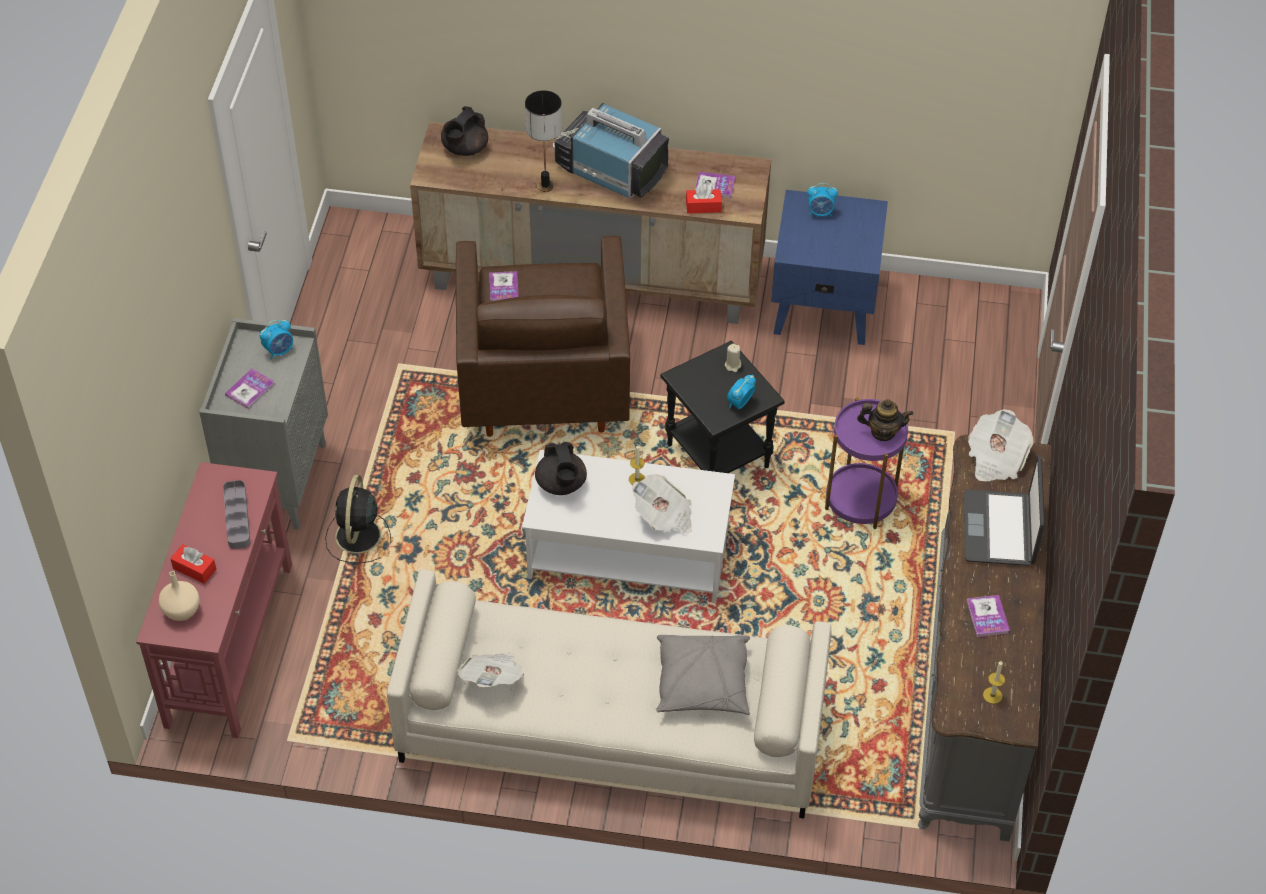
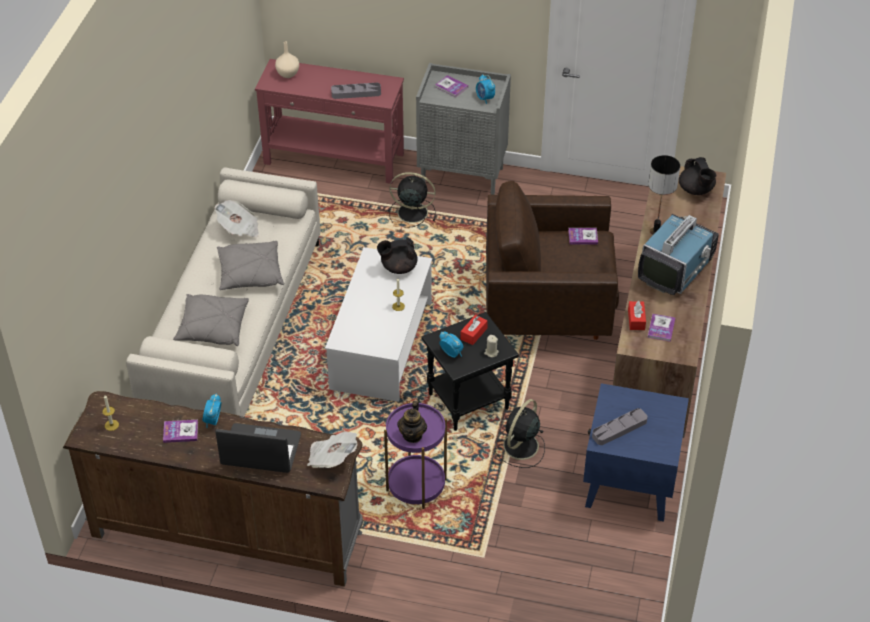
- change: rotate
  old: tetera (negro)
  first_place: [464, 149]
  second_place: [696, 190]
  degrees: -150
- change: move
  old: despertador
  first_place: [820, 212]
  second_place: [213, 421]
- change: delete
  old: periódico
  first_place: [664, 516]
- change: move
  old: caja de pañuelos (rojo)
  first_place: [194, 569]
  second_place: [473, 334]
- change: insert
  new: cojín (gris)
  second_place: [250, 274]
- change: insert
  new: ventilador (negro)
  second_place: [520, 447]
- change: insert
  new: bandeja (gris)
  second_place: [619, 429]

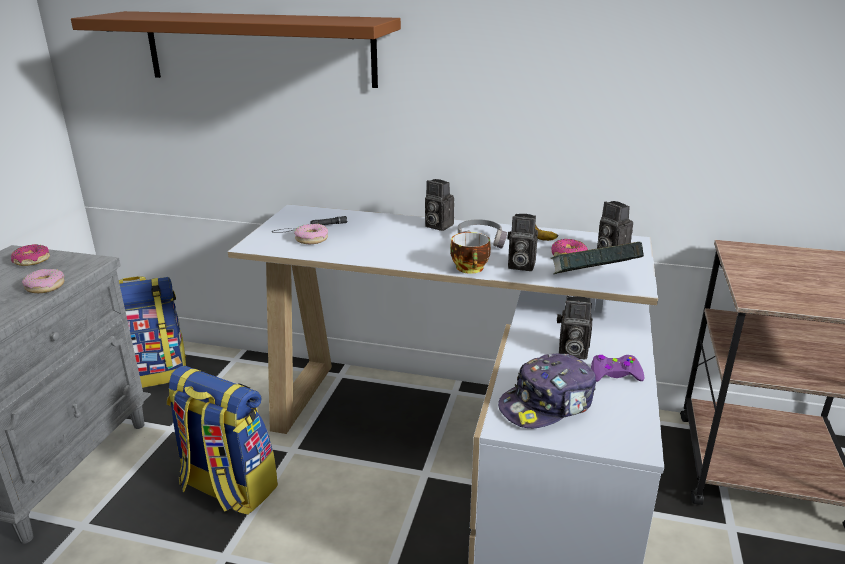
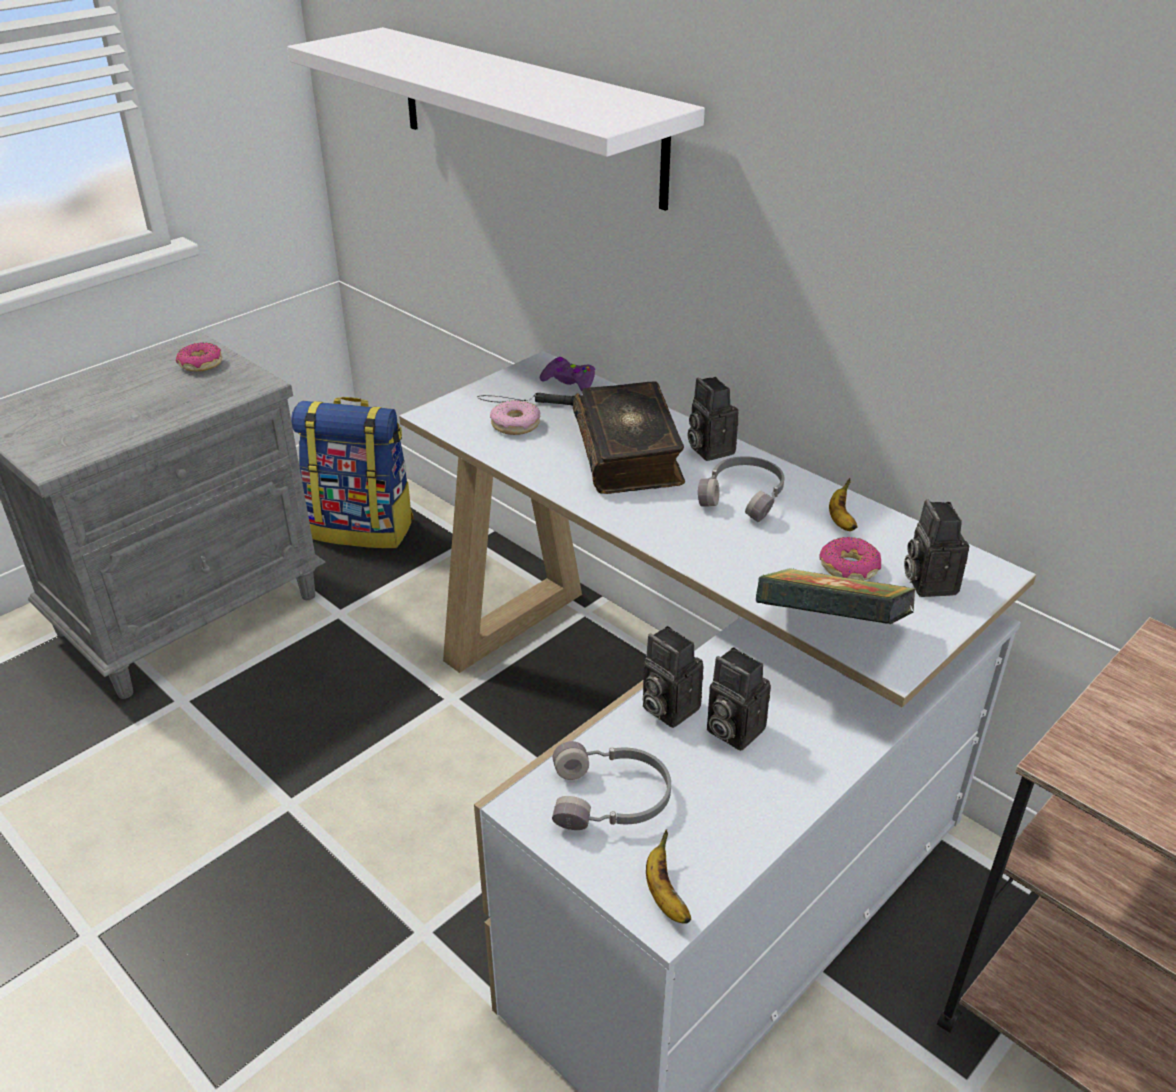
- change: recolor
  old: estante (marrón)
  new: estante (blanco)
  first_place: [259, 48]
  second_place: [527, 115]
- change: move
  old: cámara
  first_place: [519, 266]
  second_place: [666, 707]
- change: delete
  old: taza
  first_place: [471, 268]
- change: delete
  old: rosquilla
  first_place: [45, 286]
- change: replace
  old: gorra
  new: auriculares (gris)
  first_place: [547, 404]
  second_place: [611, 799]
- change: move
  old: mando de consola (morado)
  first_place: [614, 374]
  second_place: [569, 381]
- change: delete
  old: mochila
  first_place: [227, 488]
- change: insert
  new: libro
  second_place: [629, 453]
- change: insert
  new: plátano
  second_place: [664, 895]

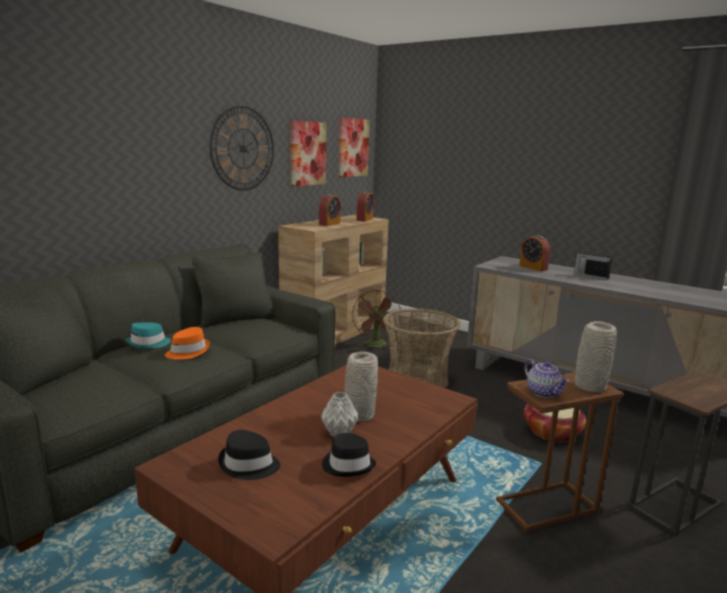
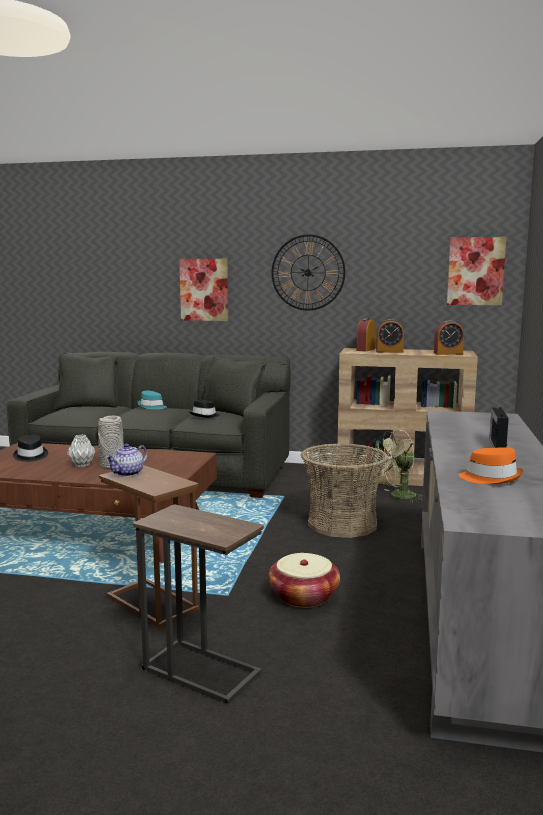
- change: move
  old: cuadro
  first_place: [307, 153]
  second_place: [204, 289]
- change: move
  old: despertador
  first_place: [533, 268]
  second_place: [365, 349]
- change: recolor
  old: ventilador (marrón)
  new: ventilador (verde)
  first_place: [376, 346]
  second_place: [398, 496]
- change: delete
  old: florero (gris)
  first_place: [589, 386]
- change: move
  old: sombrero (naranja)
  first_place: [188, 351]
  second_place: [491, 478]
- change: move
  old: sombrero (negro)
  first_place: [348, 464]
  second_place: [205, 416]

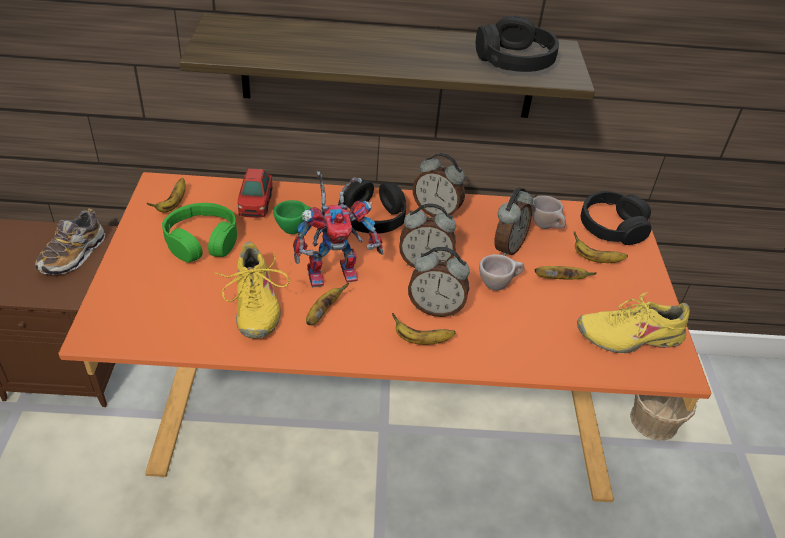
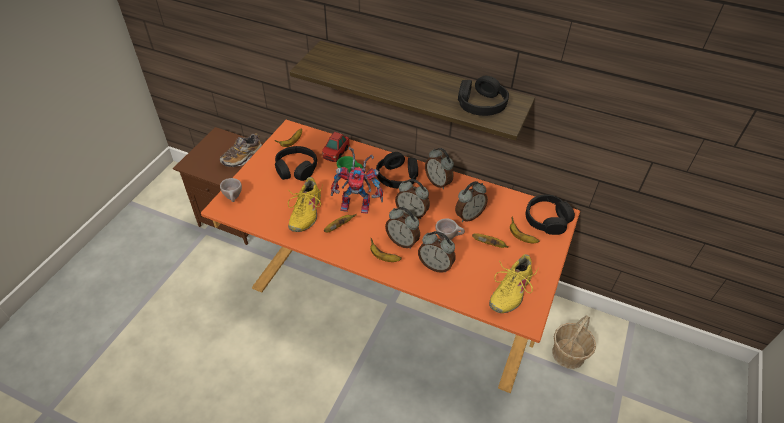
- change: move
  old: taza (beis)
  first_place: [546, 226]
  second_place: [234, 198]
- change: recolor
  old: auriculares (verde)
  new: auriculares (negro)
  first_place: [202, 241]
  second_place: [296, 168]
- change: rotate
  old: zapato (amarillo)
  first_place: [629, 336]
  second_place: [510, 291]
  degrees: -75
- change: insert
  new: despertador
  second_place: [435, 265]

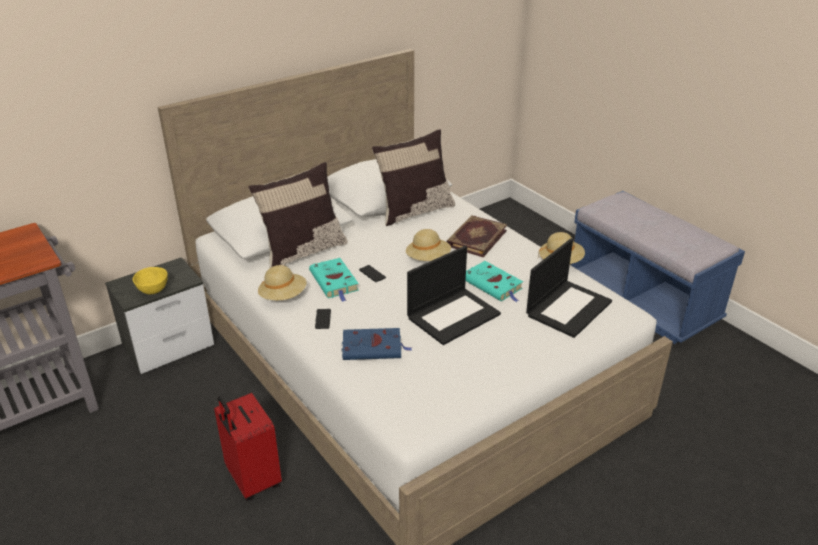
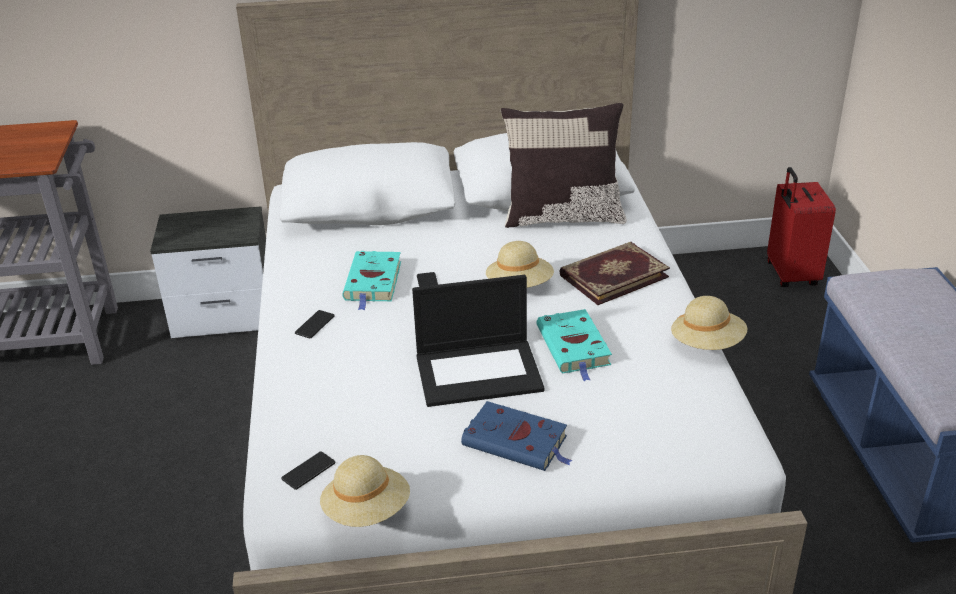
- change: delete
  old: cojín
  first_place: [303, 251]
- change: delete
  old: portátil
  first_place: [568, 308]
- change: move
  old: sombrero (beis)
  first_place: [283, 296]
  second_place: [367, 511]
- change: delete
  old: cuenco (amarillo)
  first_place: [153, 291]
- change: move
  old: libro (azul)
  first_place: [374, 348]
  second_place: [517, 442]
- change: move
  old: maleta (rojo)
  first_place: [252, 480]
  second_place: [790, 275]
- change: insert
  new: móvil
  second_place: [308, 471]

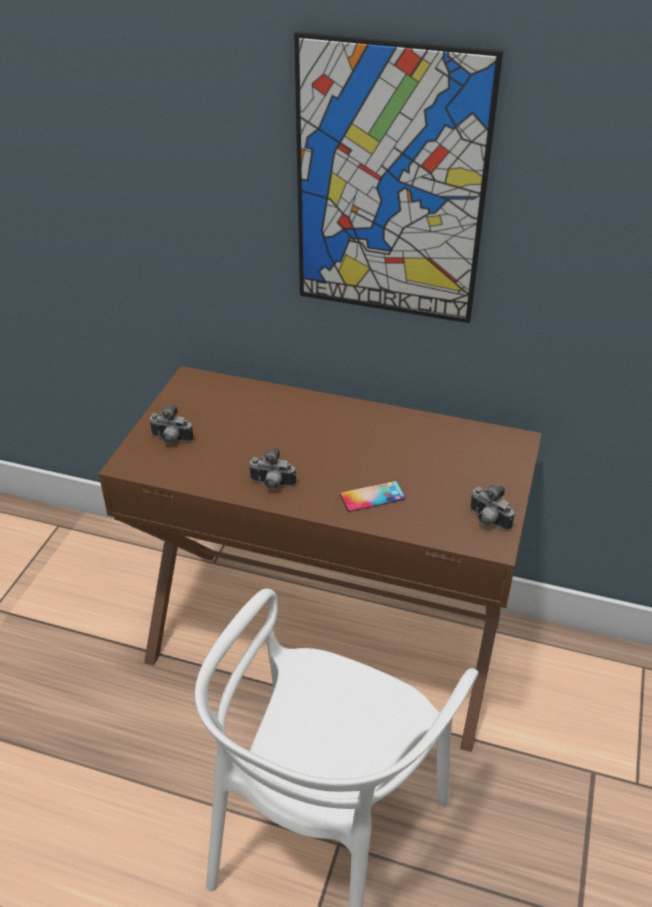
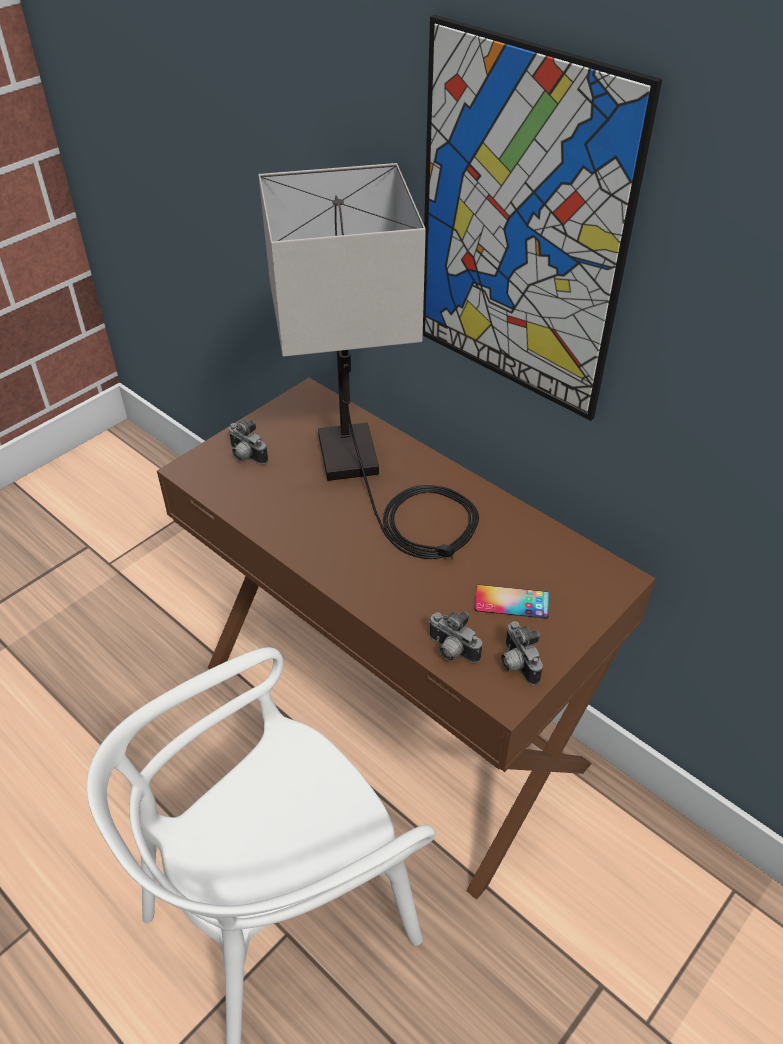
- change: move
  old: cámara
  first_place: [271, 485]
  second_place: [451, 651]
- change: move
  old: móvil
  first_place: [372, 496]
  second_place: [511, 602]
- change: insert
  new: lámpara de mesa
  second_place: [378, 484]

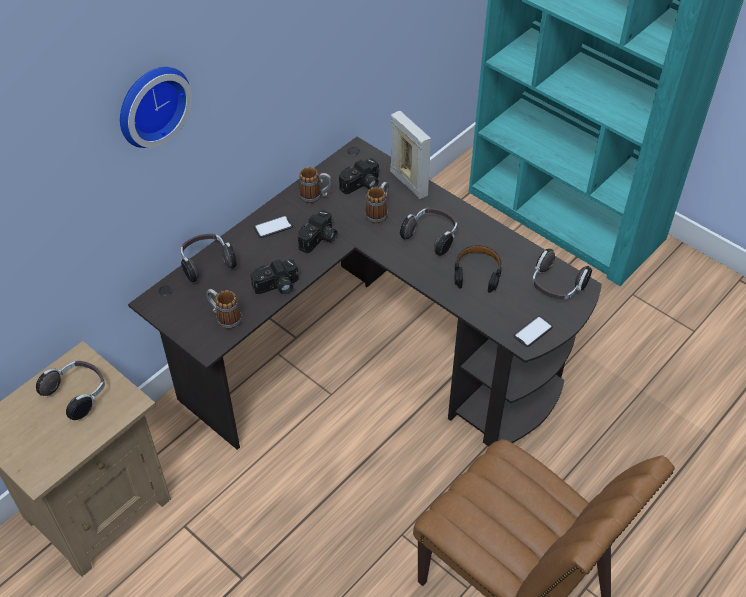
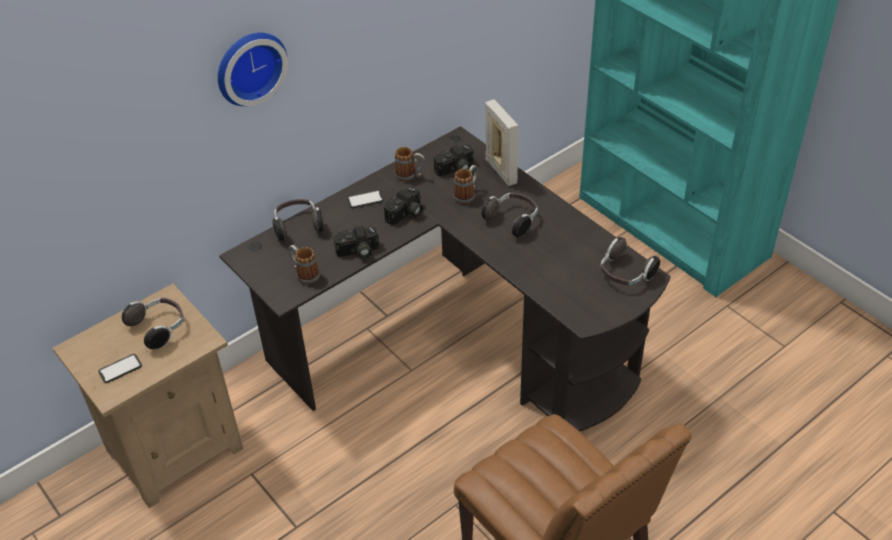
- change: delete
  old: auriculares (negro)
  first_place: [477, 272]
- change: move
  old: móvil
  first_place: [533, 331]
  second_place: [120, 369]

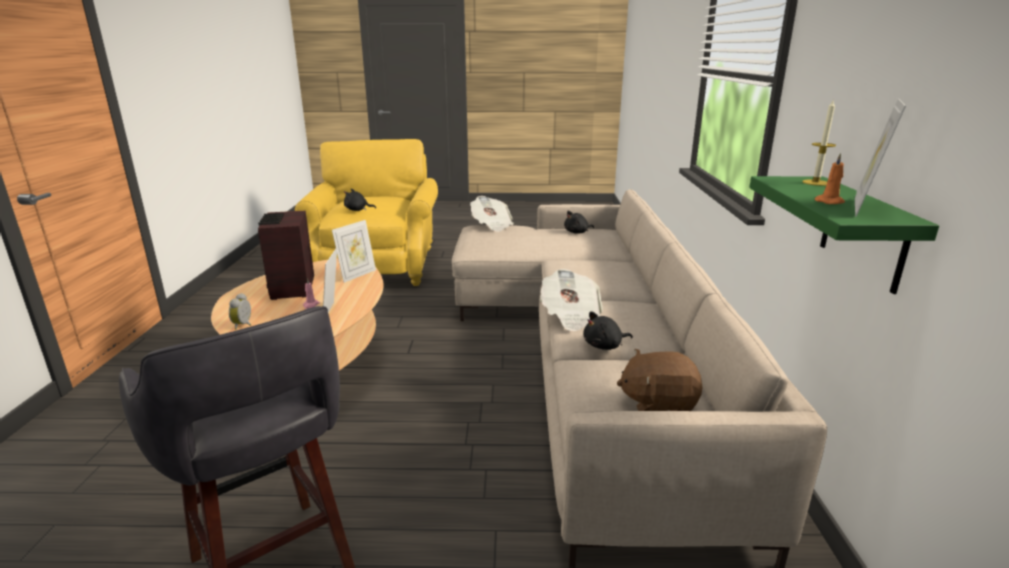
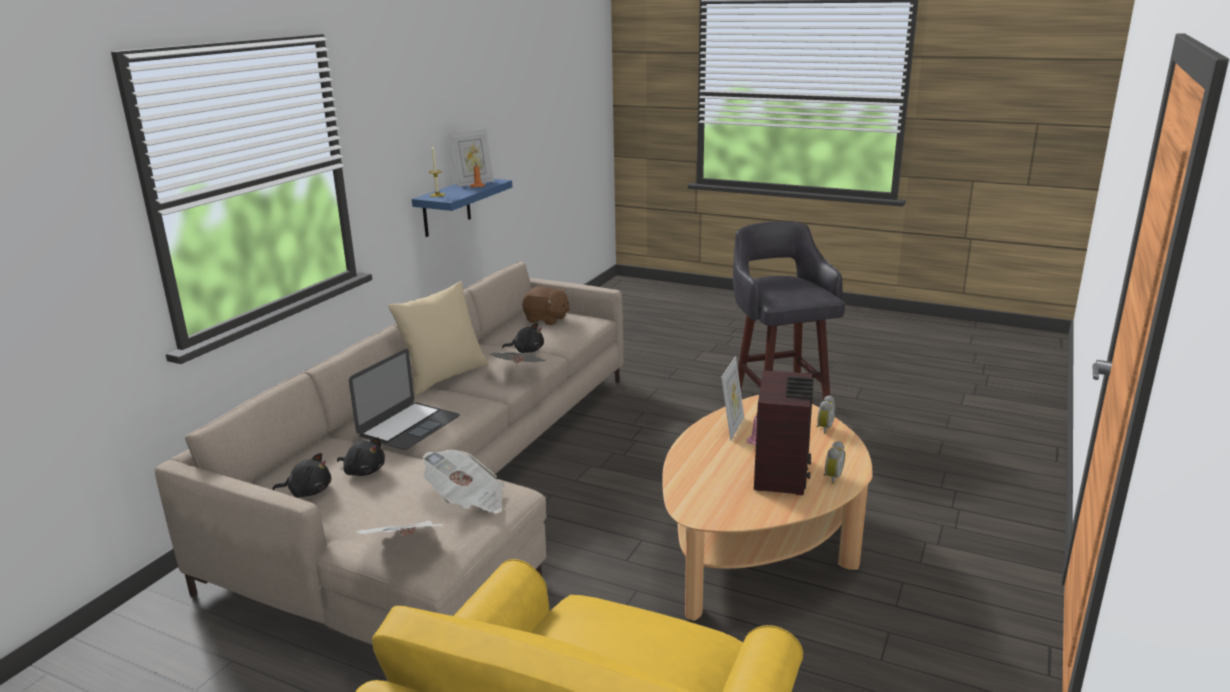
- change: recolor
  old: estante (verde)
  new: estante (azul)
  first_place: [863, 233]
  second_place: [446, 207]
- change: move
  old: peluche (negro)
  first_place: [357, 210]
  second_place: [363, 471]
- change: delete
  old: portarretratos
  first_place: [357, 275]
- change: insert
  new: cojín (beis)
  second_place: [444, 377]
- change: insert
  new: portátil
  second_place: [409, 426]
- change: insert
  new: despertador
  second_place: [831, 477]
- change: insert
  new: periódico
  second_place: [467, 500]

